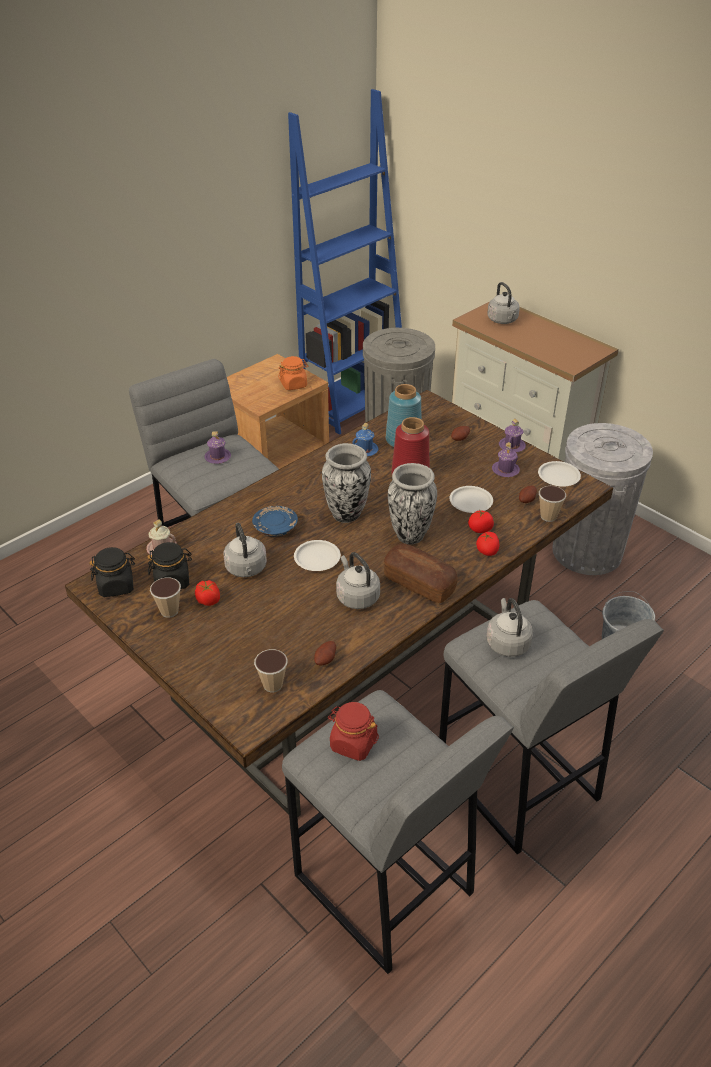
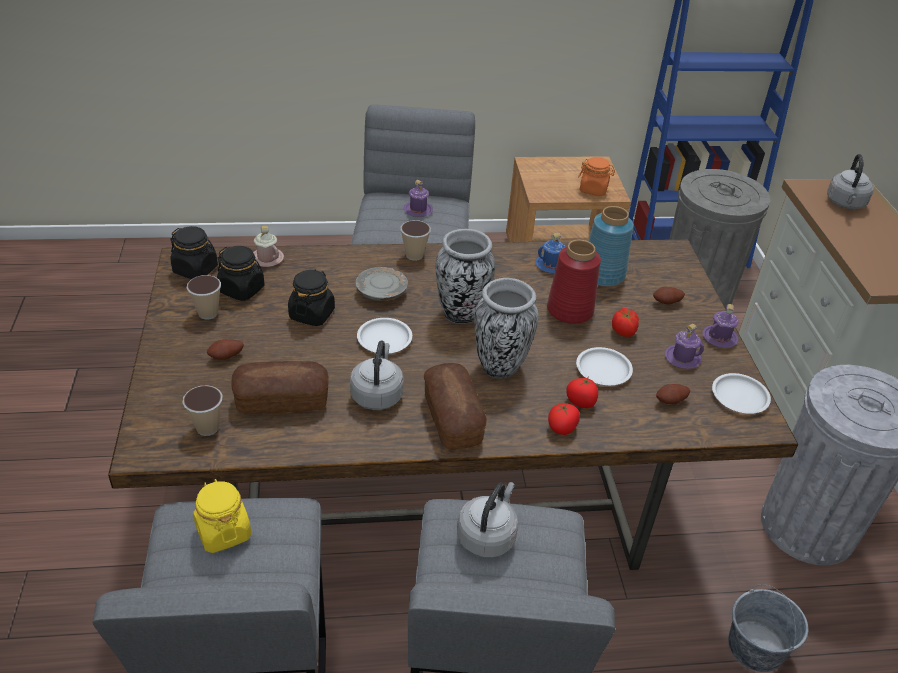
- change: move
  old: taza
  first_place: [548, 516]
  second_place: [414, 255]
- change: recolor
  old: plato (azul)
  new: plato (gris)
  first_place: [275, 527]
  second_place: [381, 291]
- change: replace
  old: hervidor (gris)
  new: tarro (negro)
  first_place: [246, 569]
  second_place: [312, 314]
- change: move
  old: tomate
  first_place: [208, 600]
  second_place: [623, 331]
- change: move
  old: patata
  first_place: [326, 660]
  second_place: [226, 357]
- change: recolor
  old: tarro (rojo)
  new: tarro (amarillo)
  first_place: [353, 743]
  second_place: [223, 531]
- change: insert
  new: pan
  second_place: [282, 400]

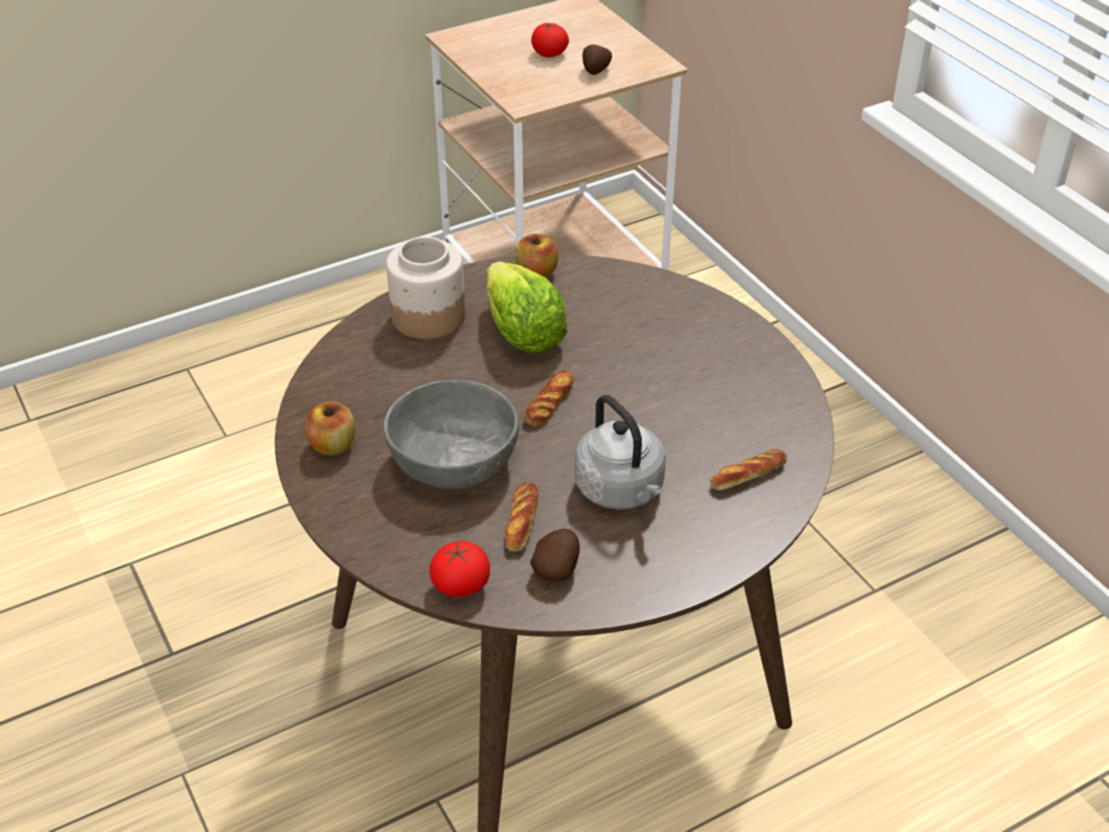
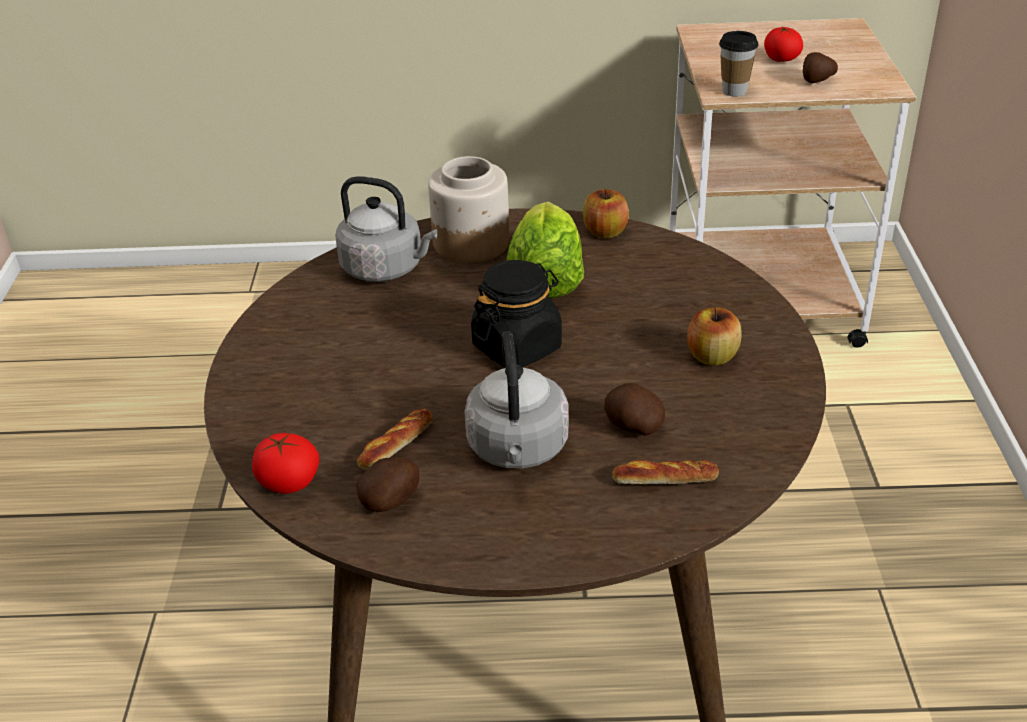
- change: replace
  old: pan
  new: tarro (negro)
  first_place: [549, 402]
  second_place: [517, 347]
- change: delete
  old: cuenco (gris)
  first_place: [453, 460]
- change: move
  old: manzana
  first_place: [332, 445]
  second_place: [712, 356]
- change: insert
  new: taza
  second_place: [734, 91]
- change: insert
  new: hervidor (gris)
  second_place: [386, 269]
- change: insert
  new: patata
  second_place: [632, 427]

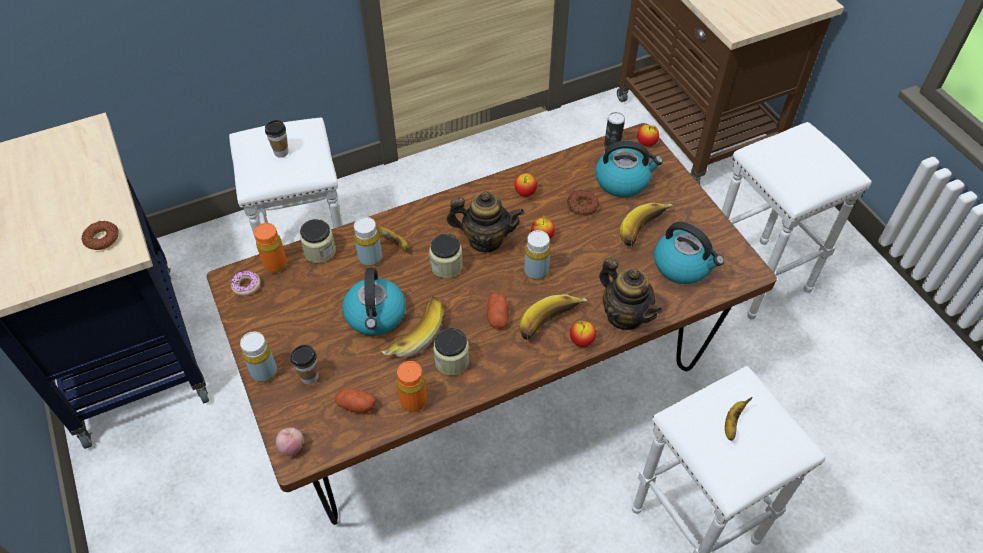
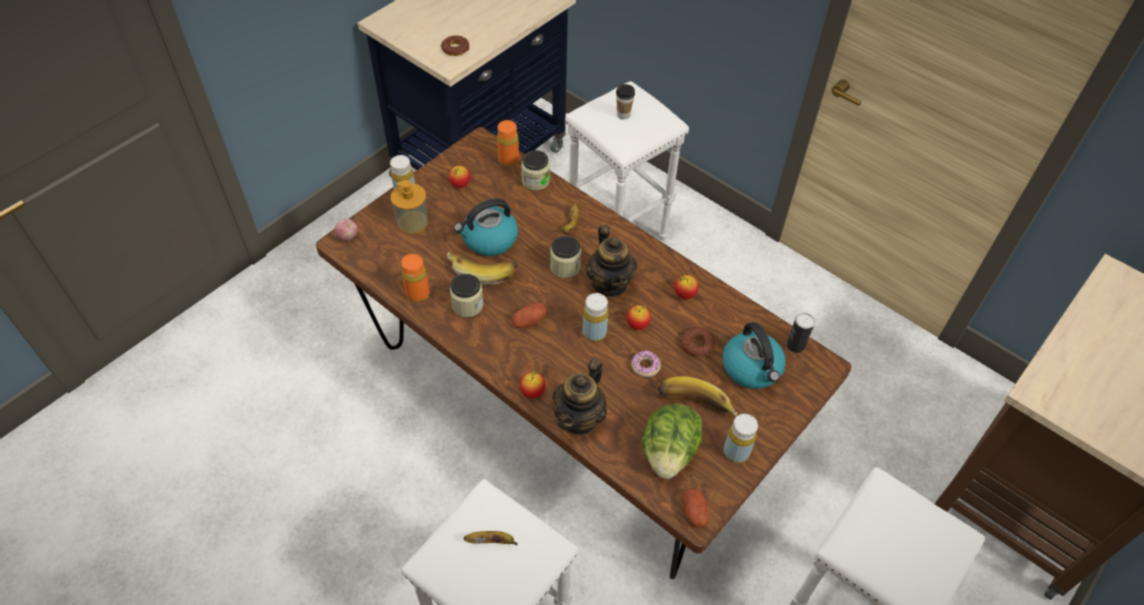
- change: move
  old: manzana
  first_place: [646, 143]
  second_place: [460, 185]
- change: move
  old: botella (amarillo)
  first_place: [370, 258]
  second_place: [736, 452]
- change: replace
  old: hervidor
  new: lechuga
  first_place: [683, 265]
  second_place: [669, 452]
- change: move
  old: rosquilla
  first_place: [246, 285]
  second_place: [645, 366]
- change: delete
  old: plátano
  first_place: [551, 325]
- change: replace
  old: taza
  new: dispensador de jabón
  first_place: [309, 377]
  second_place: [412, 222]
- change: move
  old: patata
  first_place: [356, 405]
  second_place: [694, 511]

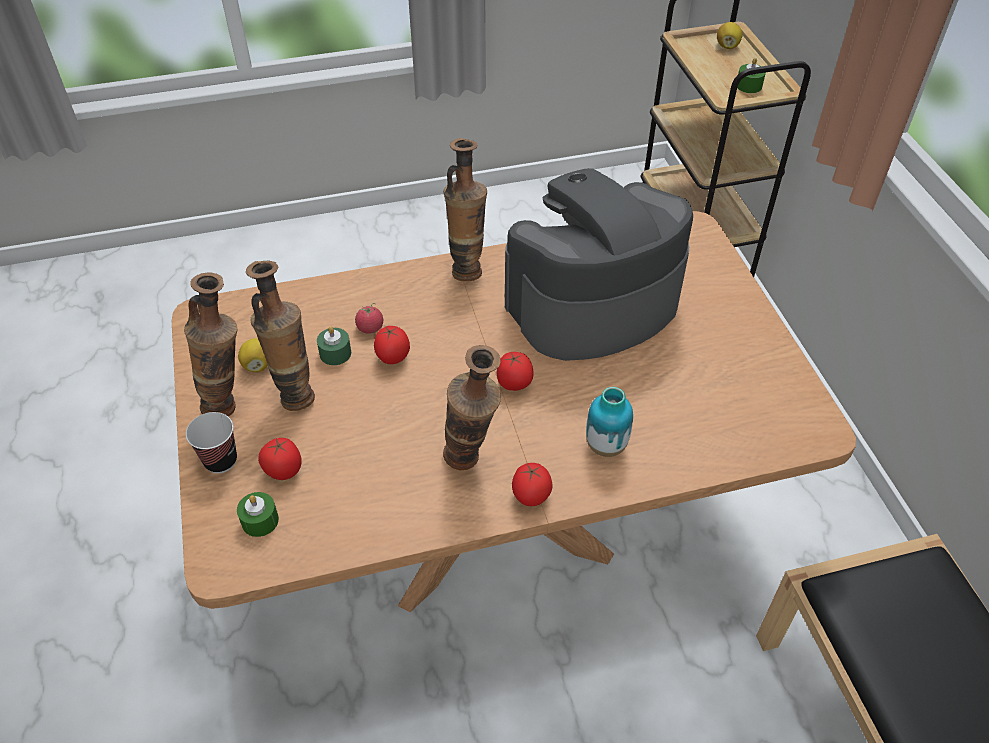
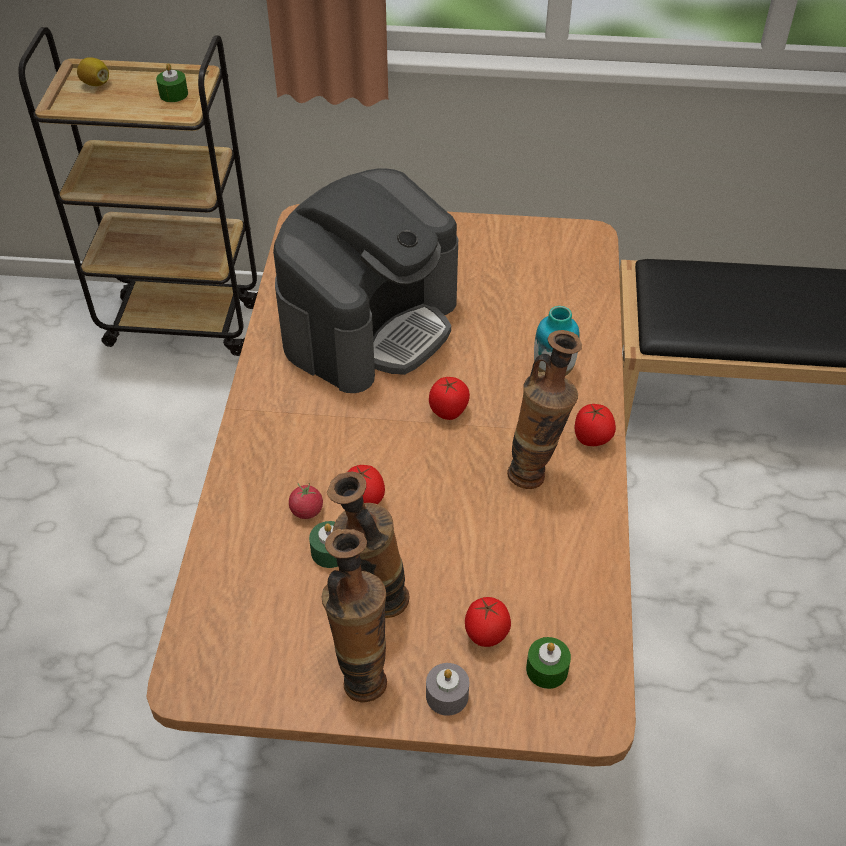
- change: delete
  old: florero
  first_place: [467, 268]
- change: rotate
  old: cafetera
  first_place: [592, 305]
  second_place: [370, 323]
  degrees: -135
- change: delete
  old: limón
  first_place: [257, 365]
- change: replace
  old: taza
  new: vela (gris)
  first_place: [220, 460]
  second_place: [447, 695]

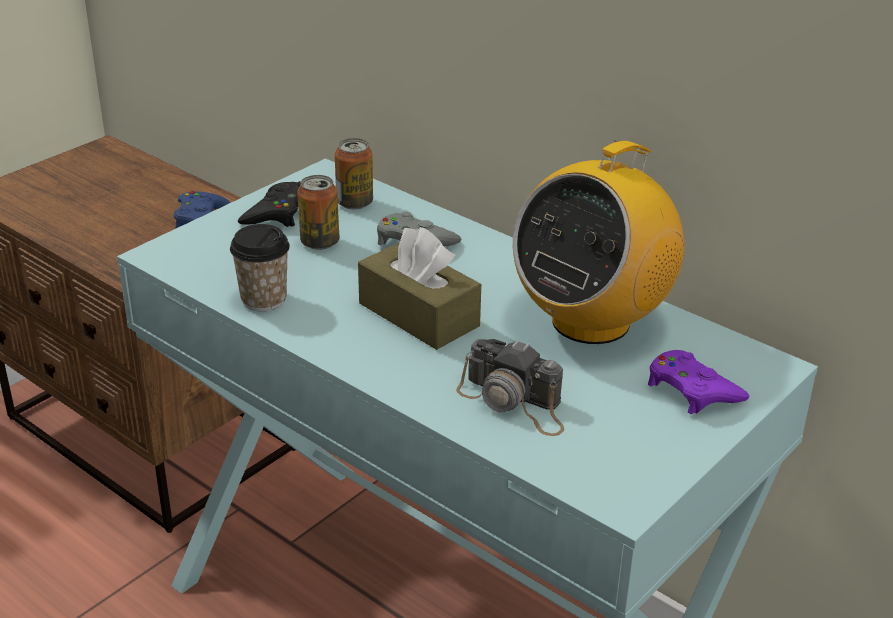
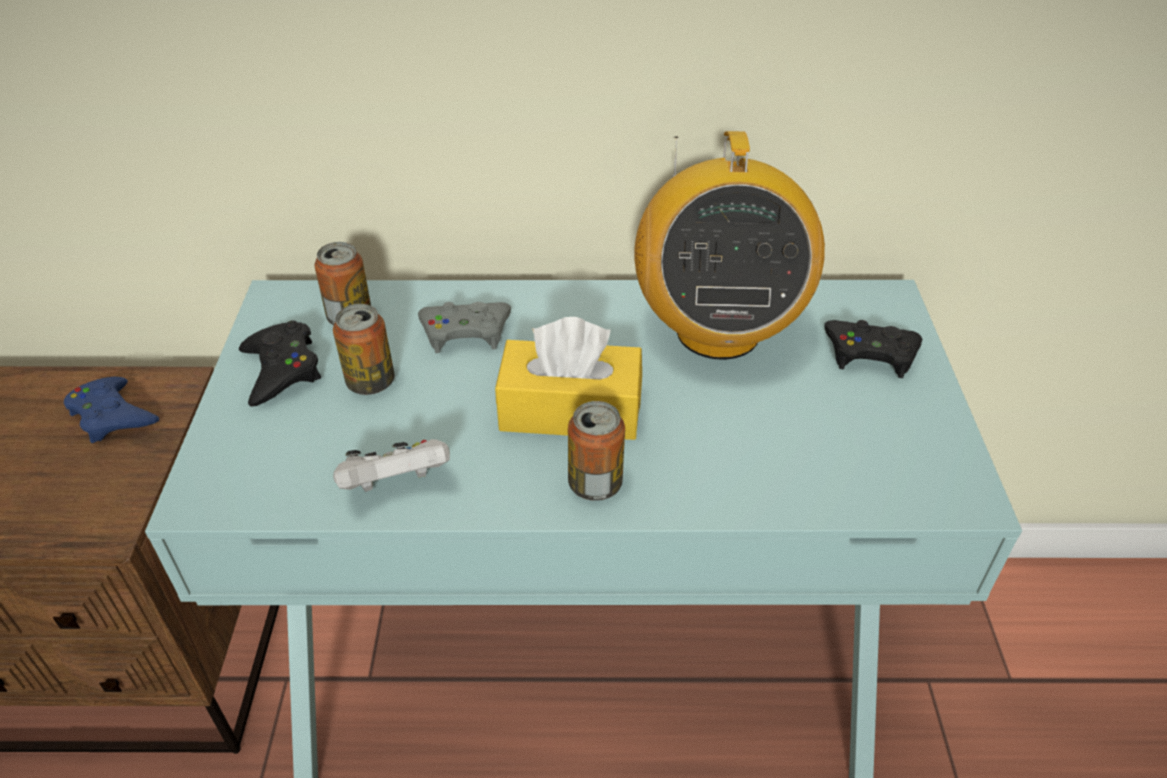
- change: replace
  old: taza
  new: mando de consola (blanco)
  first_place: [263, 299]
  second_place: [396, 485]
- change: recolor
  old: caja de pañuelos (marrón)
  new: caja de pañuelos (amarillo)
  first_place: [418, 315]
  second_place: [570, 410]
- change: delete
  old: cámara
  first_place: [514, 403]
- change: recolor
  old: mando de consola (morado)
  new: mando de consola (negro)
  first_place: [692, 390]
  second_place: [870, 353]
- change: insert
  new: lata
  second_place: [595, 484]

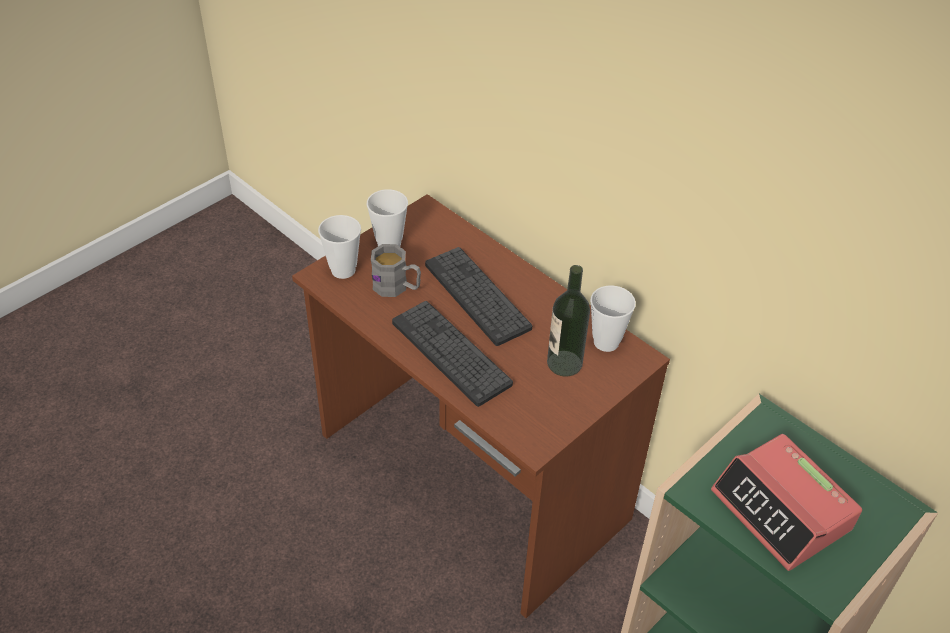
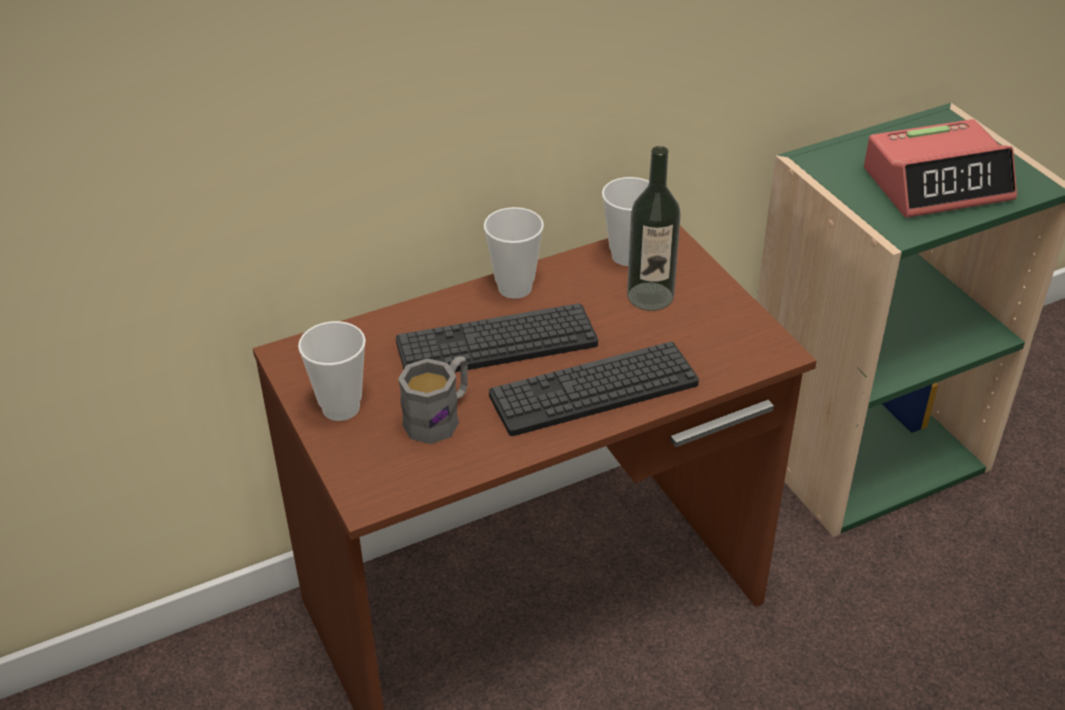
- change: move
  old: taza
  first_place: [343, 270]
  second_place: [515, 288]

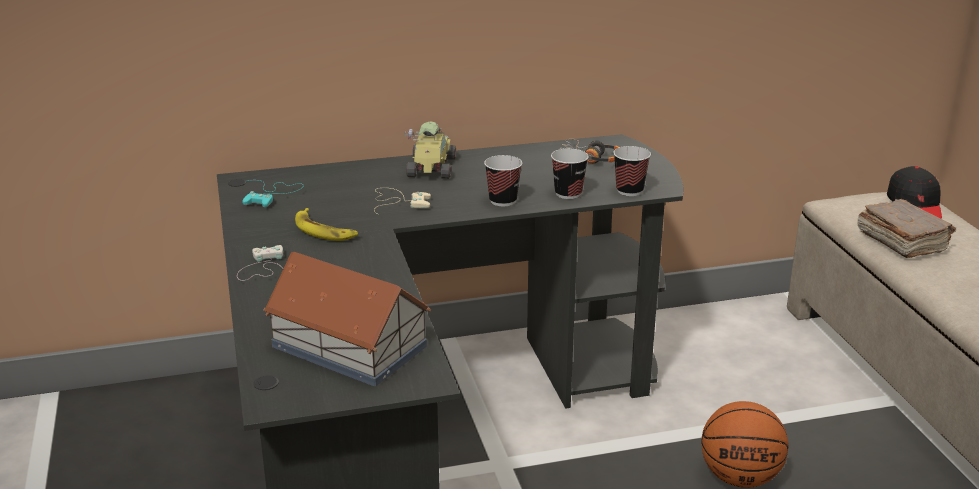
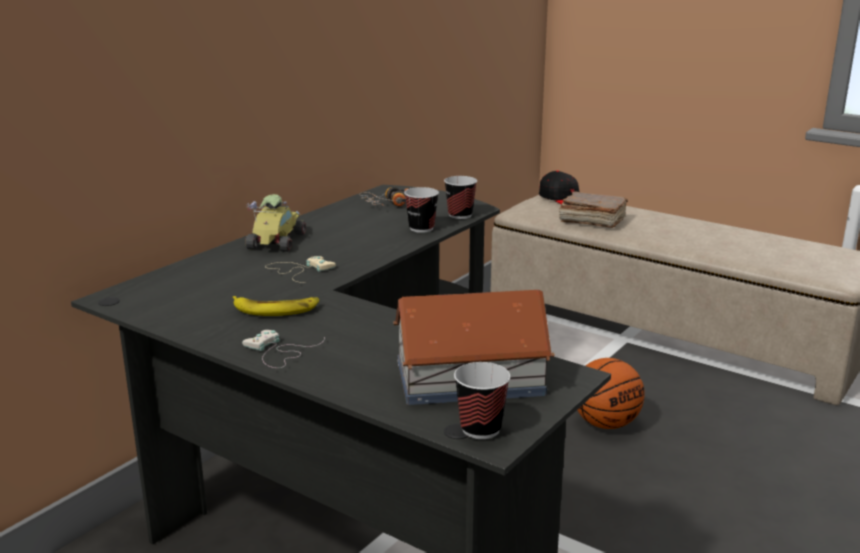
- change: rotate
  old: coche de juguete
  first_place: [430, 166]
  second_place: [276, 240]
  degrees: 45
- change: move
  old: taza
  first_place: [503, 201]
  second_place: [480, 429]
- change: delete
  old: mando de consola (turquesa)
  first_place: [272, 194]

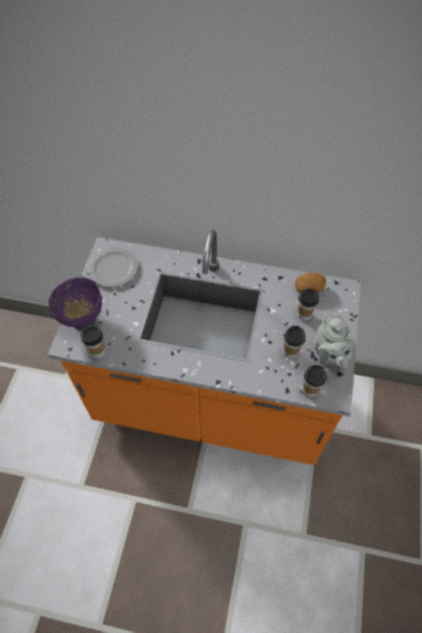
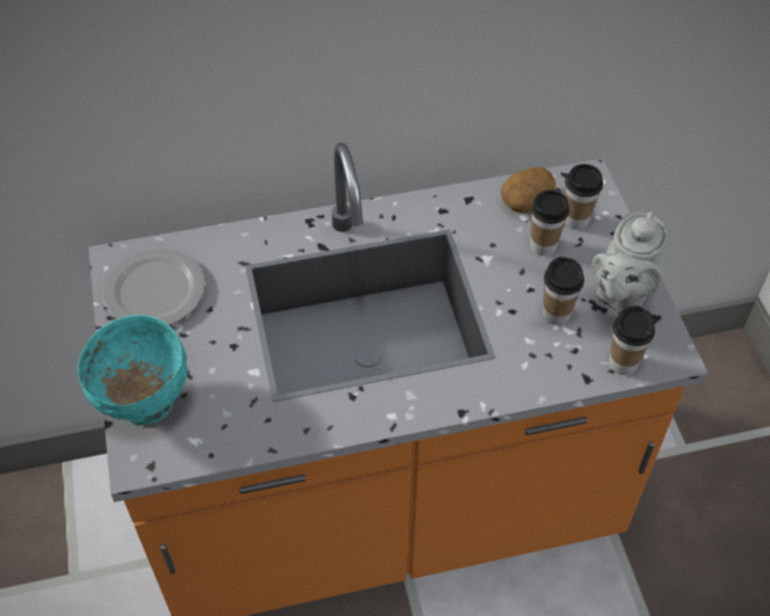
- change: recolor
  old: cuenco (morado)
  new: cuenco (turquesa)
  first_place: [82, 318]
  second_place: [144, 402]
- change: rotate
  old: tetera (gris)
  first_place: [328, 355]
  second_place: [621, 295]
  degrees: 60
- change: move
  old: taza
  first_place: [98, 352]
  second_place: [576, 220]

